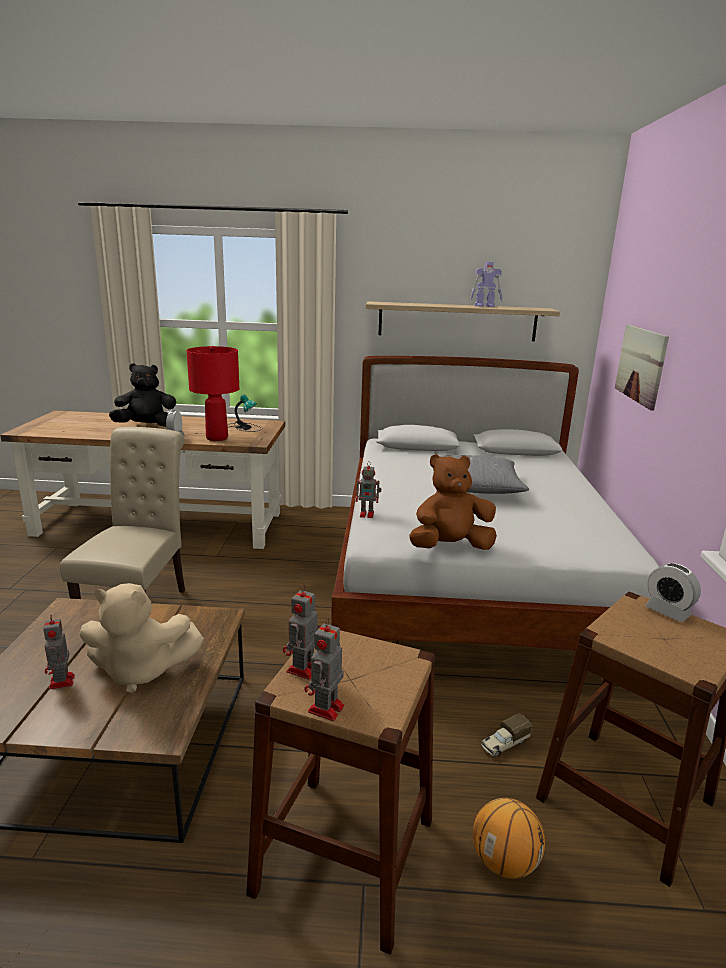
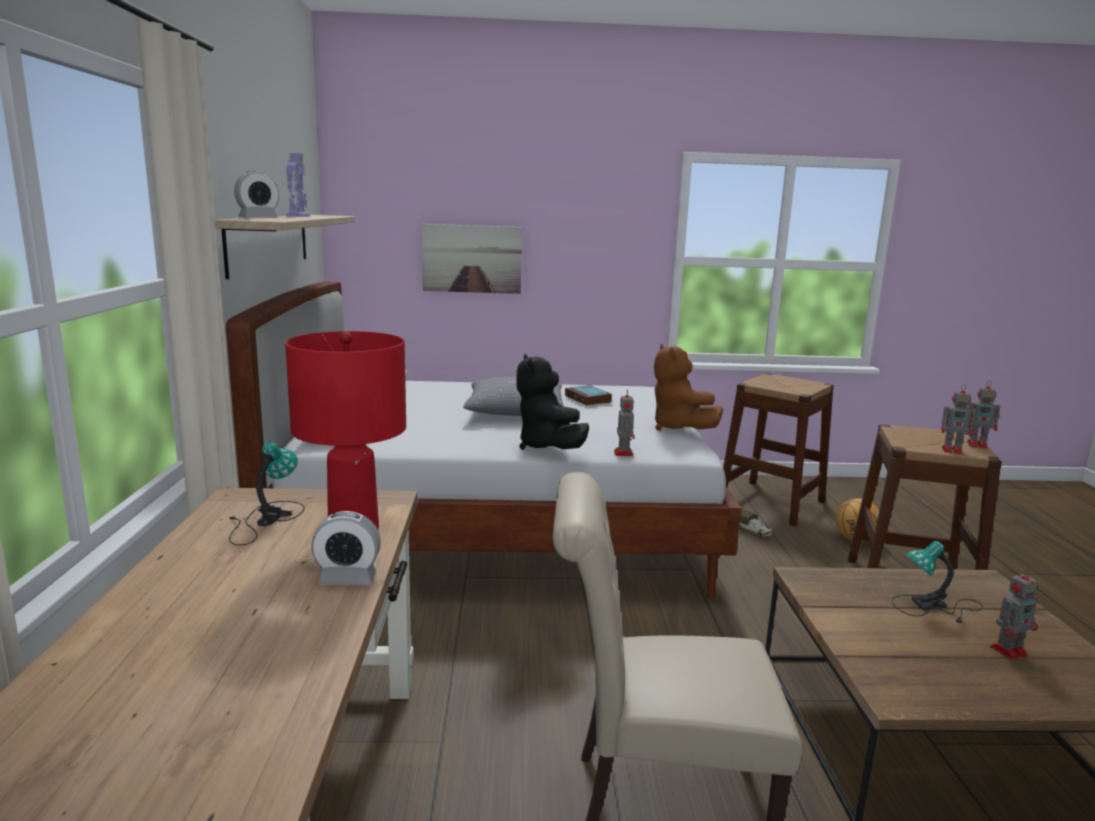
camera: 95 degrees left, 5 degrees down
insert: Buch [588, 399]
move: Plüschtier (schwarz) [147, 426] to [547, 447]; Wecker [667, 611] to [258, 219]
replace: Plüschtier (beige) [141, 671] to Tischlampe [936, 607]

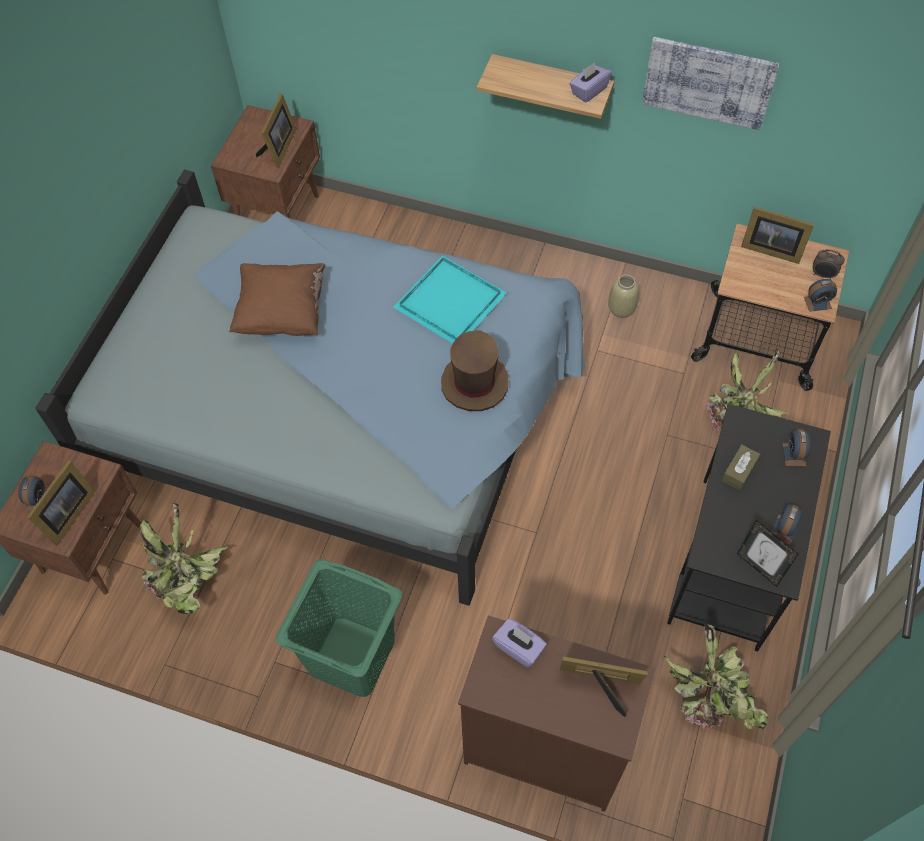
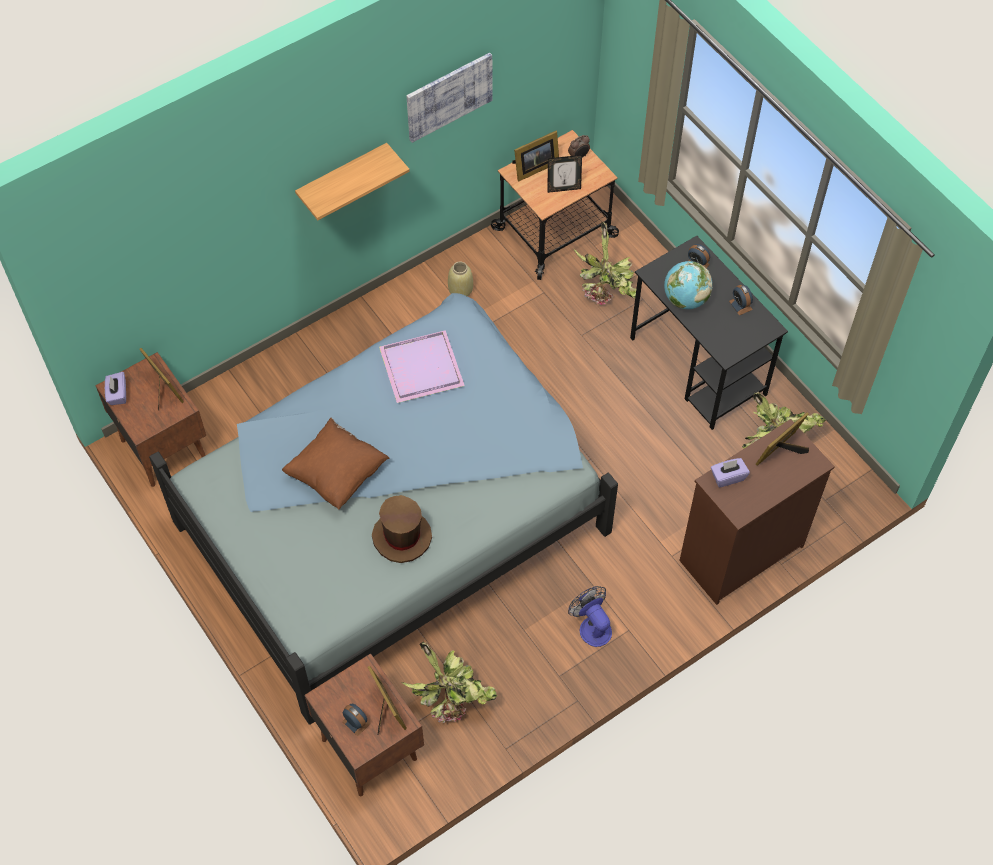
camera: 55 degrees left, 0 degrees up
delete: Wecker [817, 302]
move: Taschentuchbox (lila) [588, 91] to [117, 394]; Hut (braun) [474, 383] to [402, 537]; Bilderrahmen [759, 567] to [563, 188]
replace: Taschentuchbox (braun) [739, 471] to Globus [685, 299]; Wäschekorb (grün) [350, 656] to Ventilator [592, 626]
recolor: Tablett (türkis) [449, 300] to Tablett (lila) [420, 367]

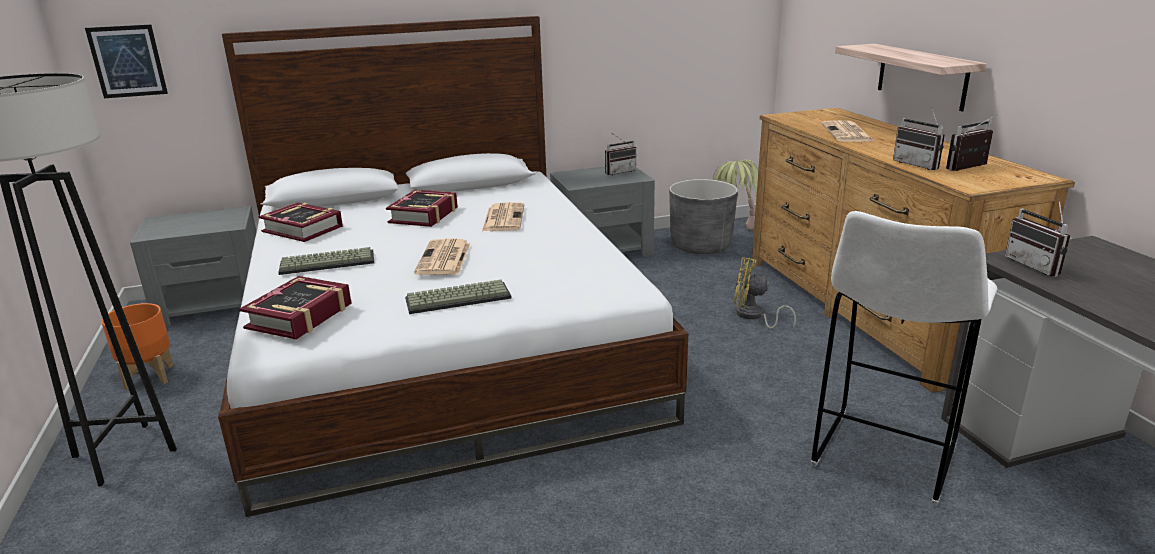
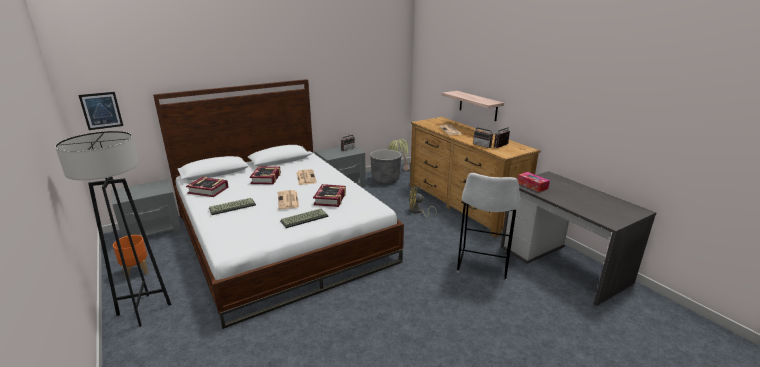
camera: 15 degrees left, 0 degrees up
move: Buch [300, 316] to [330, 199]
replace: Radio [1037, 266] to Taschentuchbox [532, 185]

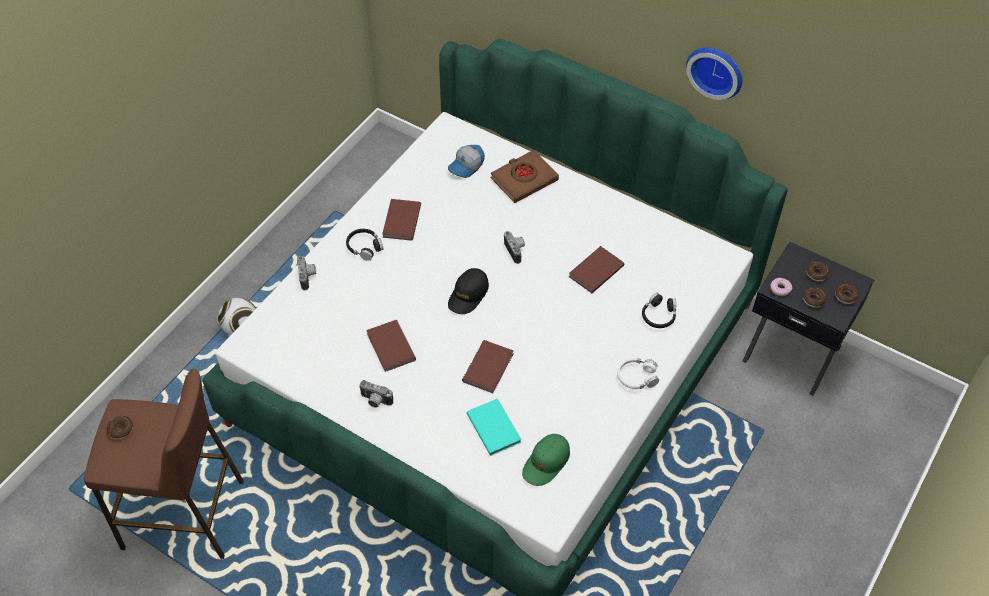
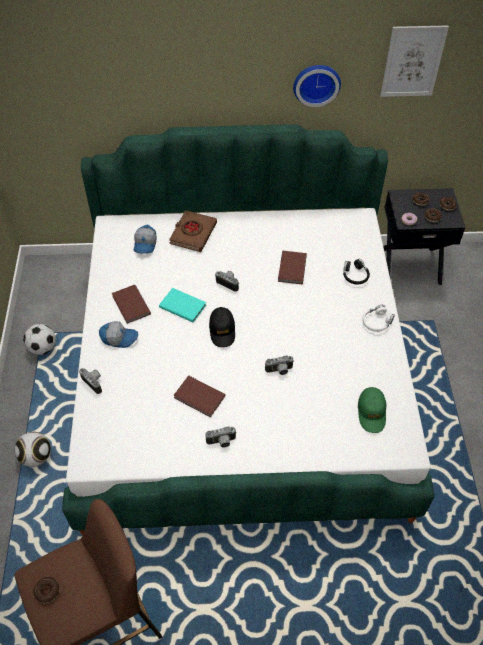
camera: 35 degrees left, 0 degrees up
insert: Bild [412, 61]; Fußball [43, 348]
move: Buch (türkis) [494, 427] to [182, 305]
replace: Kopfhörer (schwarz) [364, 247] to Kappe [119, 337]; Buch (braun) [489, 367] to Kamera [279, 371]

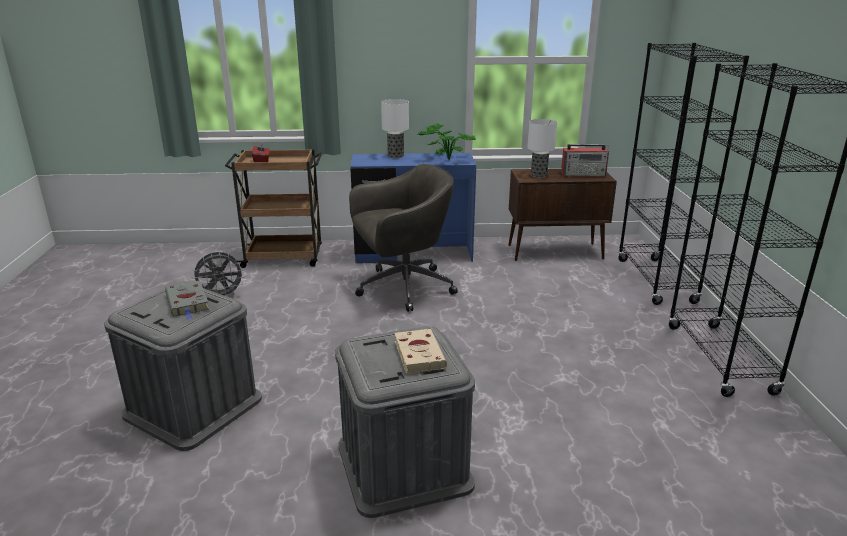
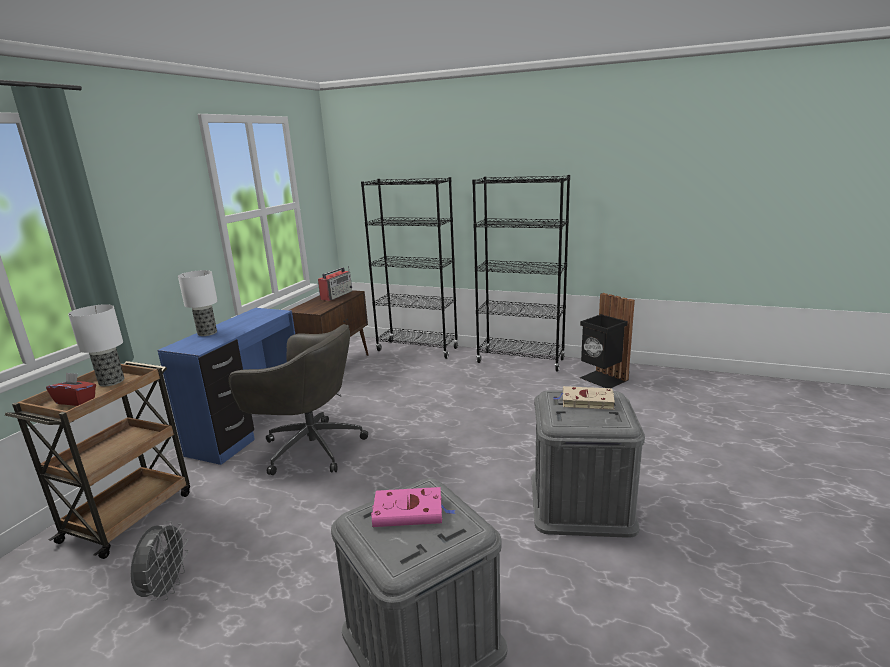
camera: 65 degrees left, 5 degrees down
delete: Topfpflanze [446, 159]
insert: Mülleimer (schwarz) [602, 379]
move: Tischlampe [539, 175] to [112, 381]
recolor: Buch (grau) [188, 303] to Buch (rosa) [410, 511]
rotate: Bürostuhl (grau) [402, 288] = [310, 447] 105 degrees clockwise

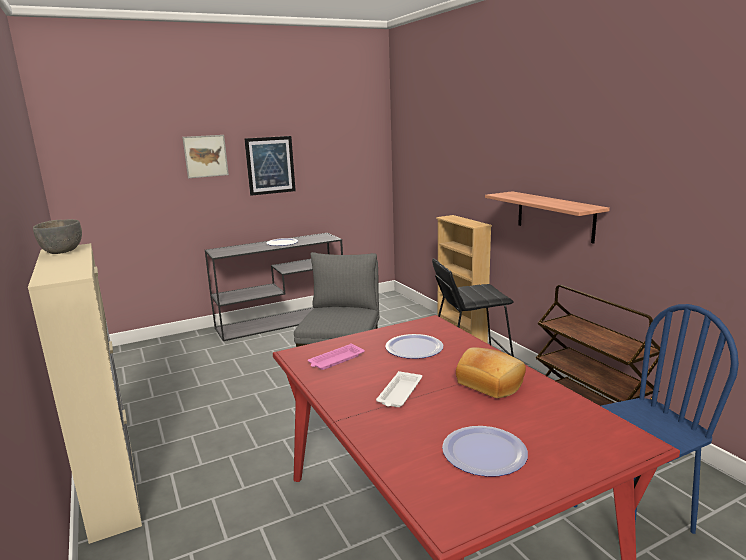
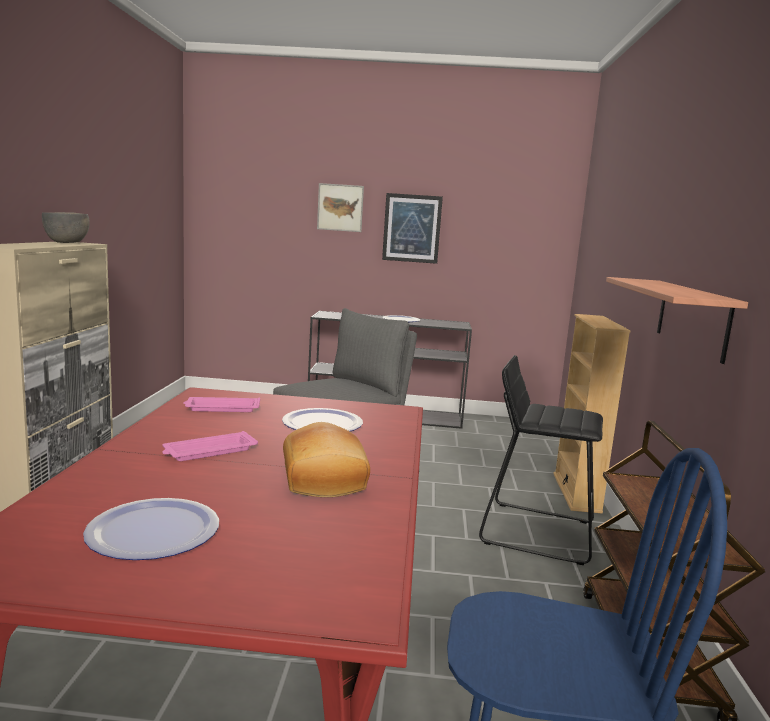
camera: 30 degrees right, 5 degrees down
recolor: Tablett (weiß) [399, 393] to Tablett (rosa) [209, 451]

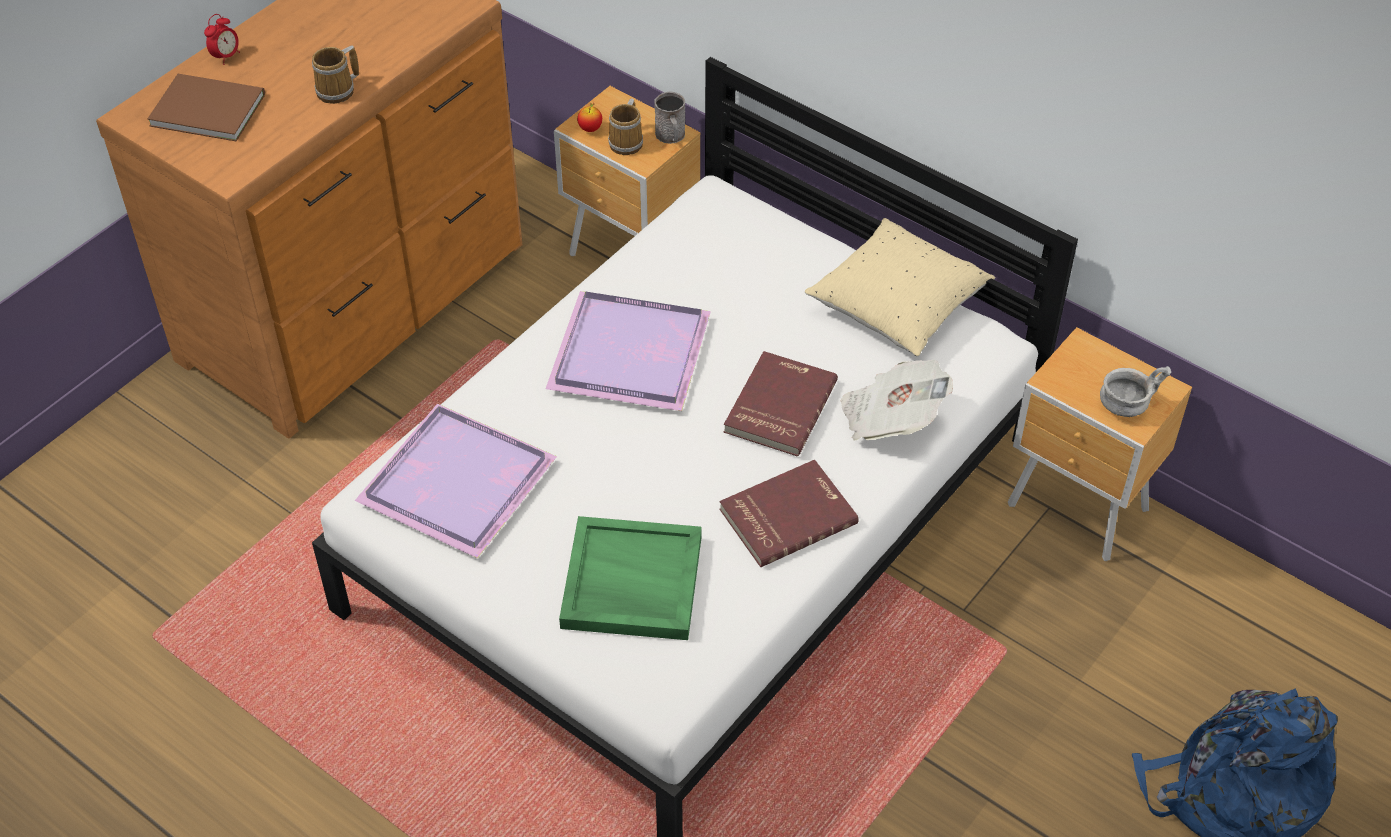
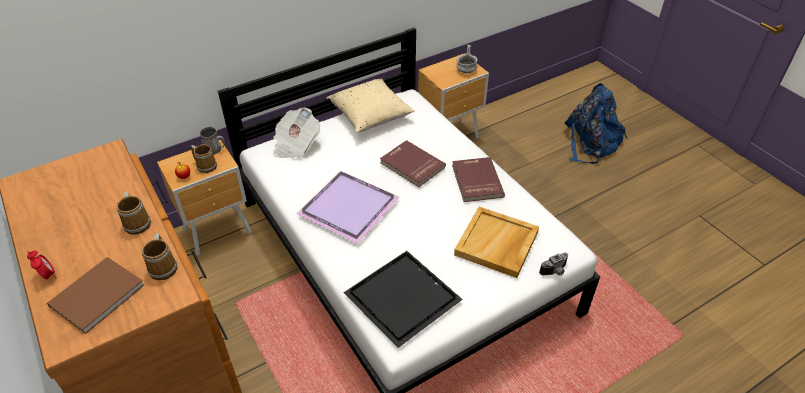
camera: 70 degrees left, 5 degrees down
insert: Henkelbecher [164, 267]; Kamera [555, 271]
move: Zeitung [891, 418] to [295, 145]
recolor: Tablett (lila) [458, 485] to Tablett (schwarz) [405, 298]; Tablett (grün) [630, 583] to Tablett (beige) [497, 244]

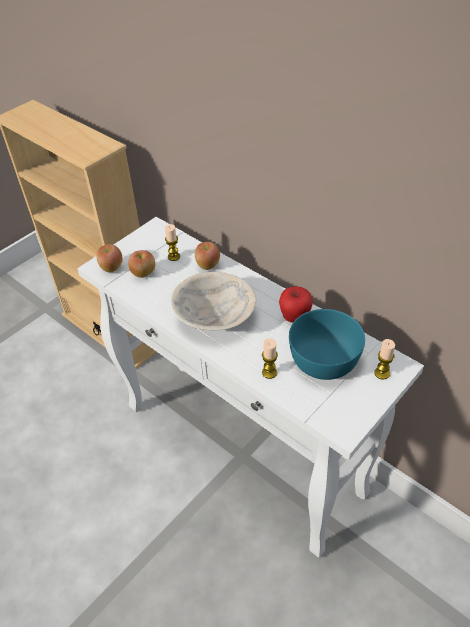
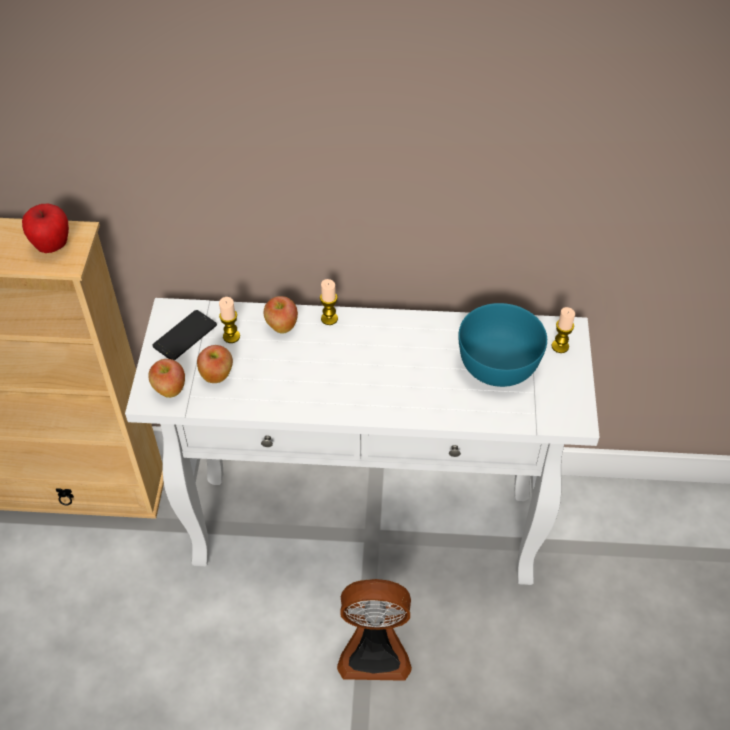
camera: 40 degrees left, 5 degrees up
delete: Schüssel (beige) [214, 316]
insert: Handy [185, 336]; Ventilator [374, 650]
move: Apfel [295, 317] to [52, 246]; Kerze [269, 372] to [329, 318]

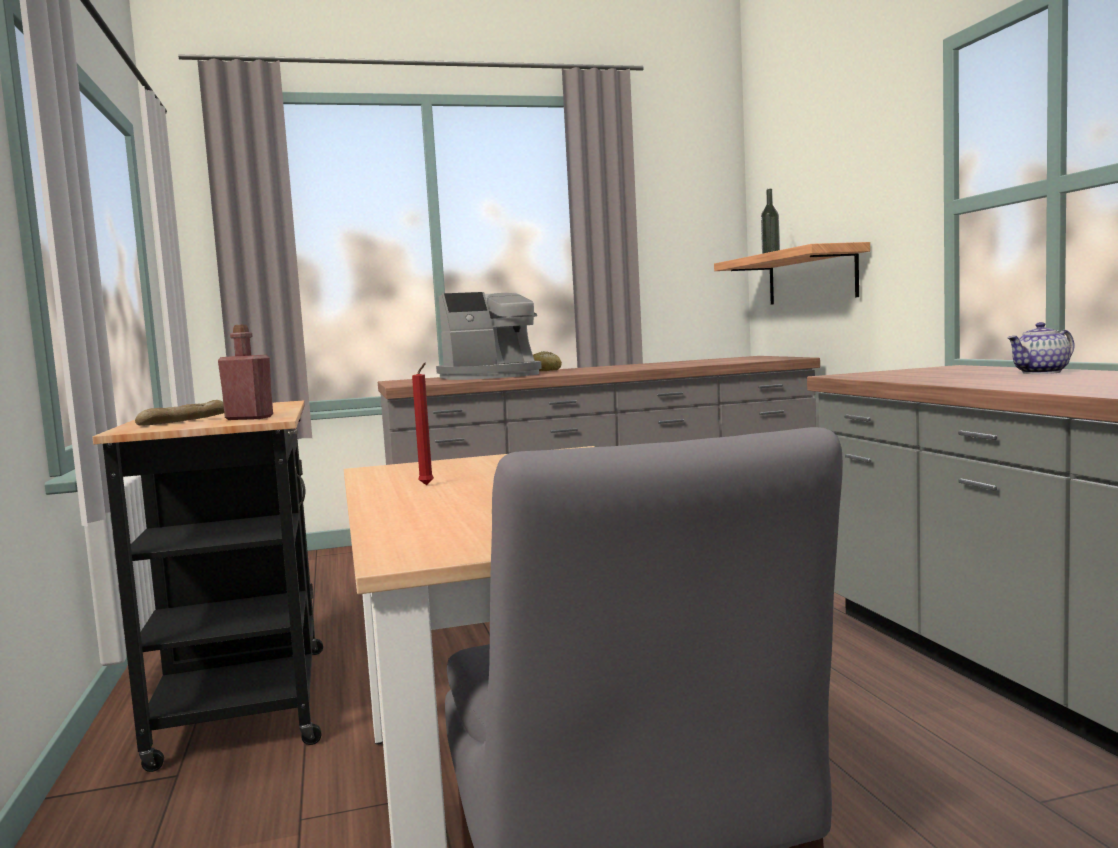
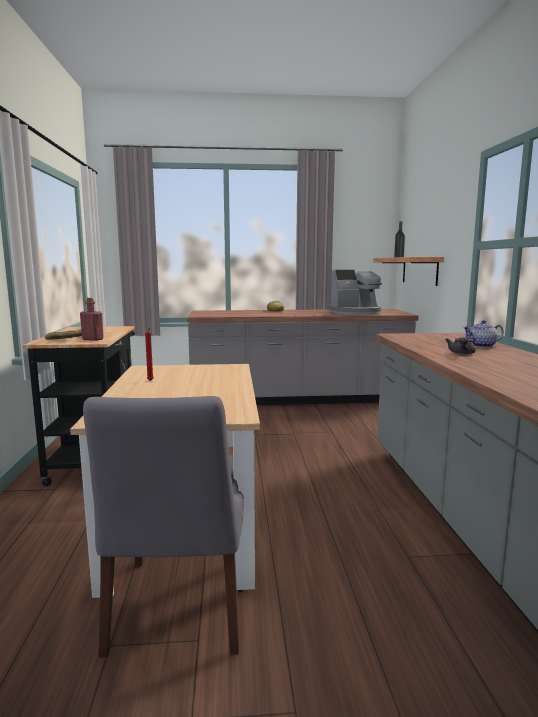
camera: 10 degrees right, 5 degrees up
insert: Teekanne (grau) [461, 353]
move: Kaffeemaschine [492, 376] to [355, 312]

